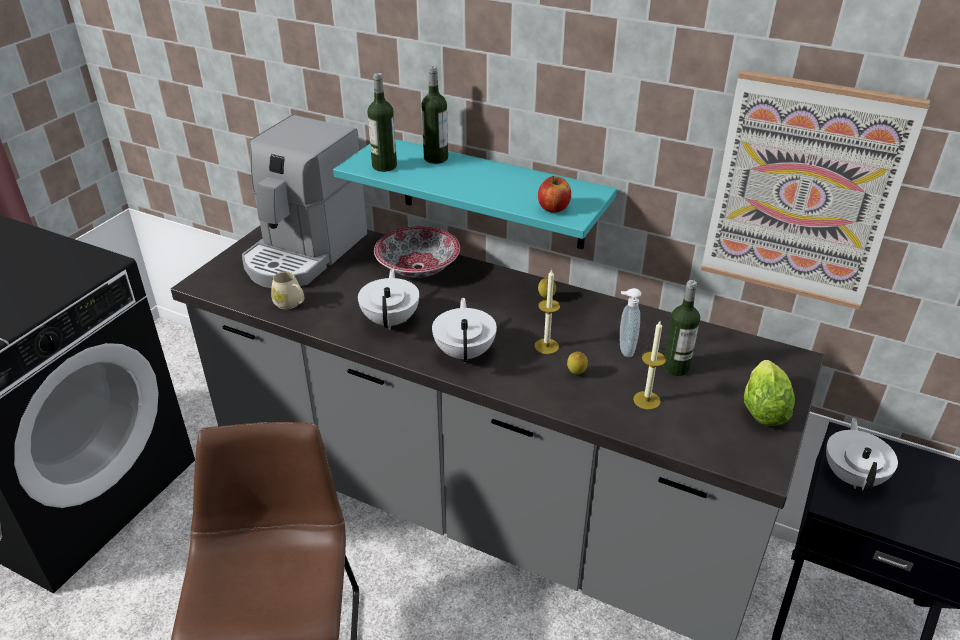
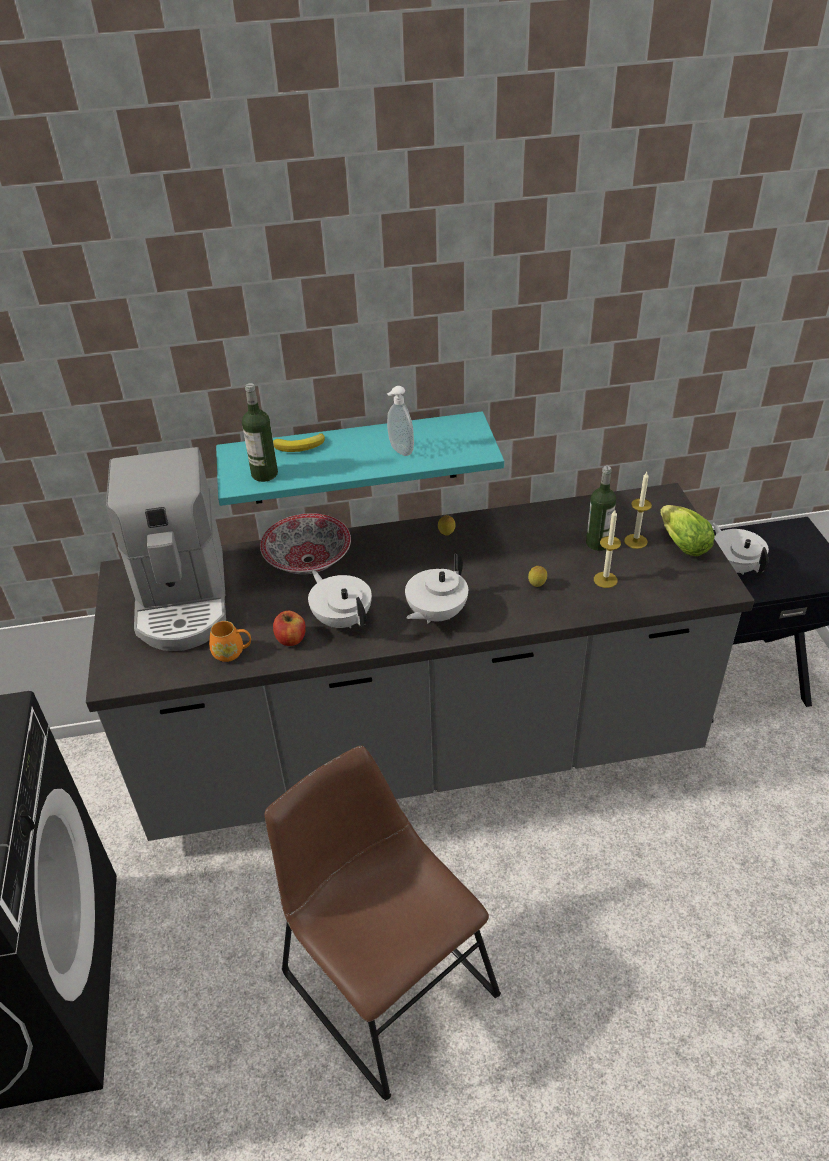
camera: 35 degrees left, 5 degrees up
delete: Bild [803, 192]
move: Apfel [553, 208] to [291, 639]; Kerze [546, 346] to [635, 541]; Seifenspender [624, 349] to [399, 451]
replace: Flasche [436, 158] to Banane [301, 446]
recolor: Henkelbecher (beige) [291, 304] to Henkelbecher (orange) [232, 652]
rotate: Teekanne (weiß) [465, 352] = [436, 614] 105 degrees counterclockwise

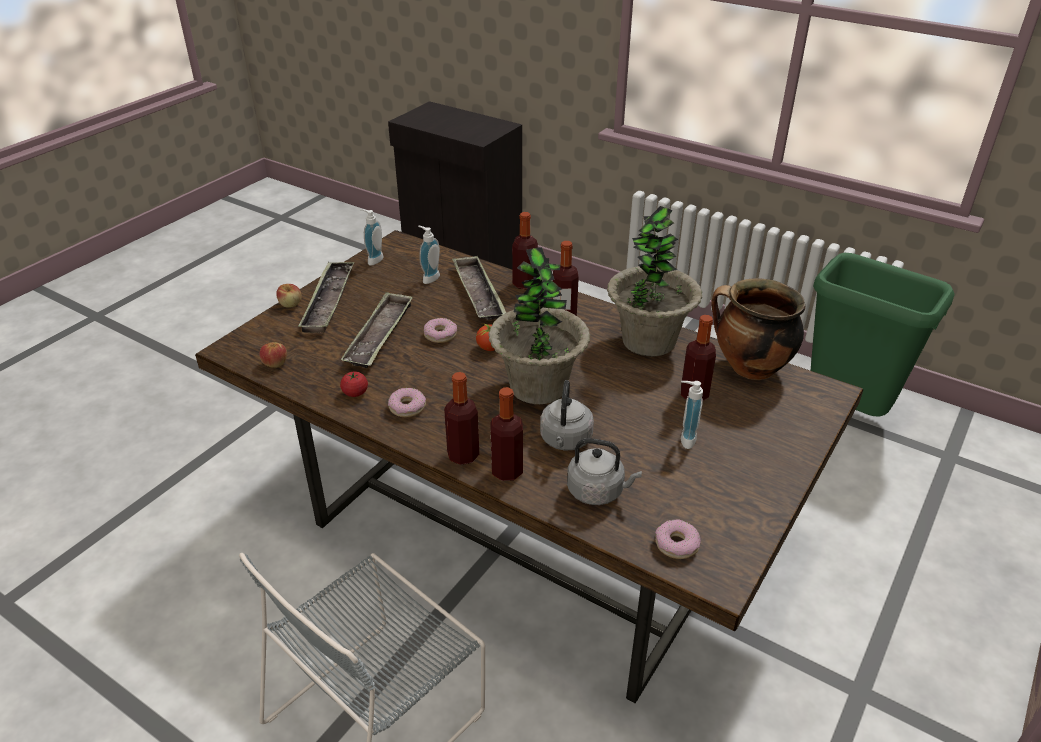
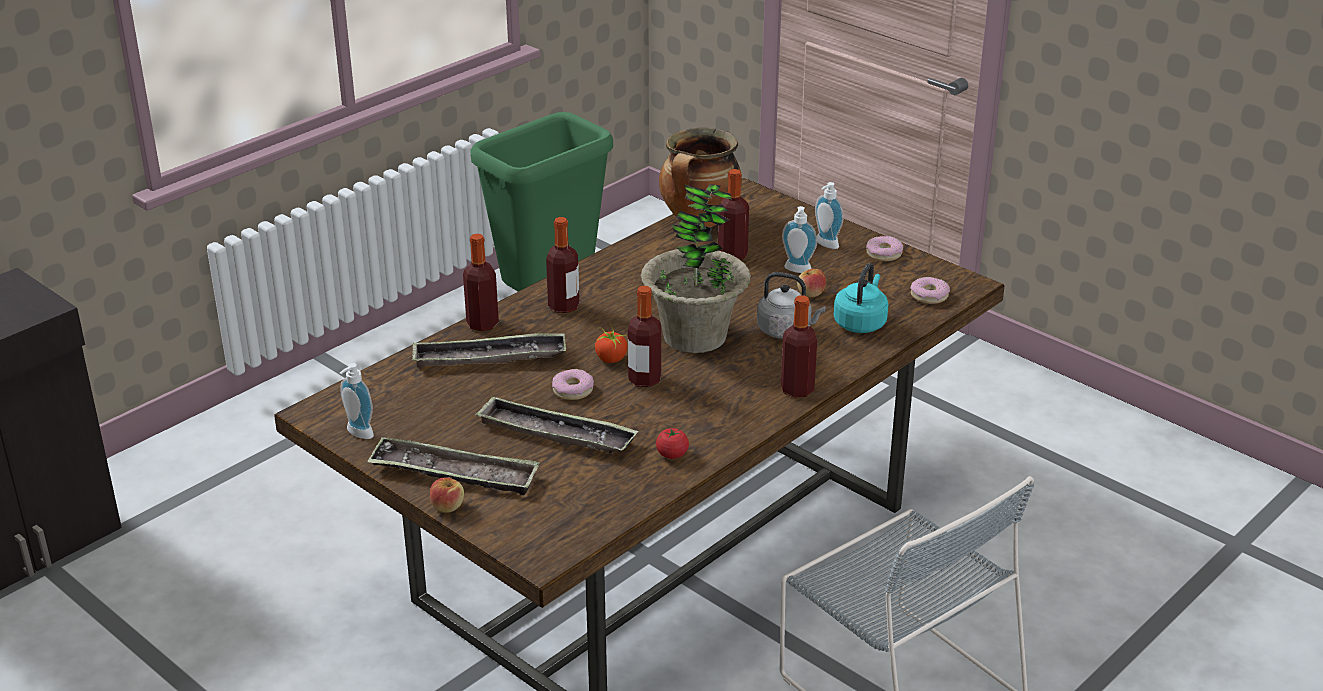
camera: 80 degrees left, 5 degrees down
delete: Topfpflanze [648, 341]
move: Seifenspender [429, 278] to [825, 245]; Apfel [275, 363] to [810, 294]; Flasche [507, 471] to [644, 379]; Donut [407, 407] to [883, 254]
recolor: Wasserkessel (grau) [598, 491] to Wasserkessel (türkis) [860, 323]

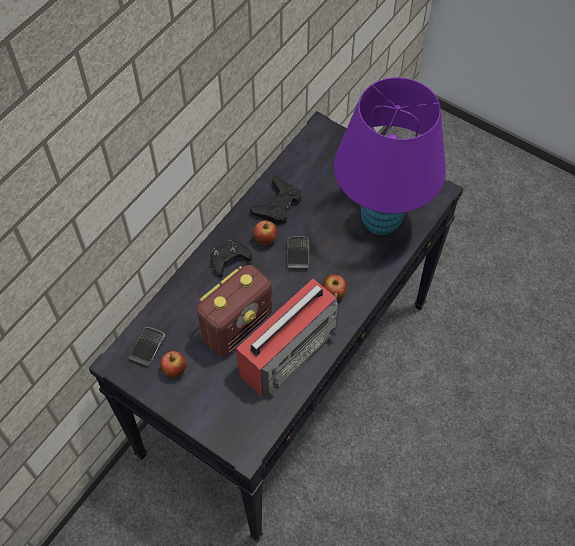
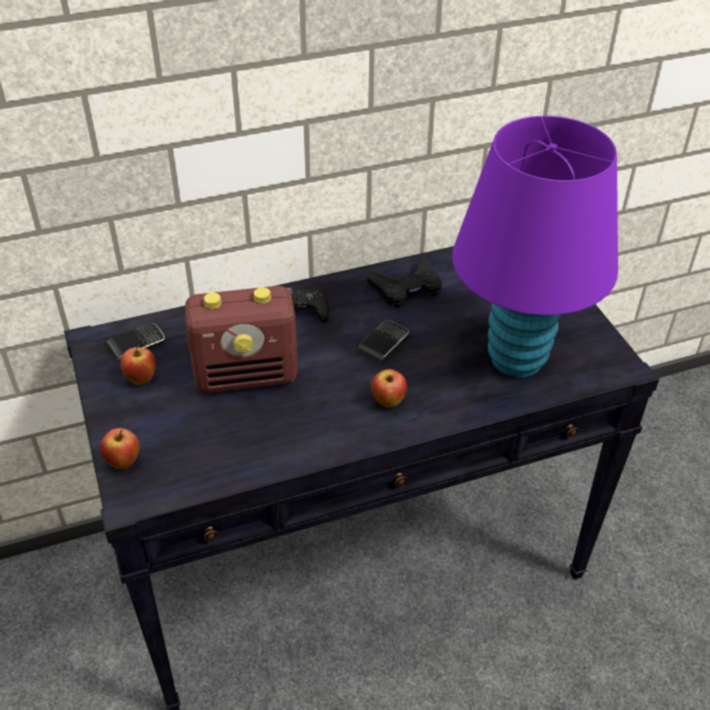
camera: 35 degrees right, 15 degrees down
delete: Radio [289, 351]
move: Apfel [265, 240] to [123, 462]

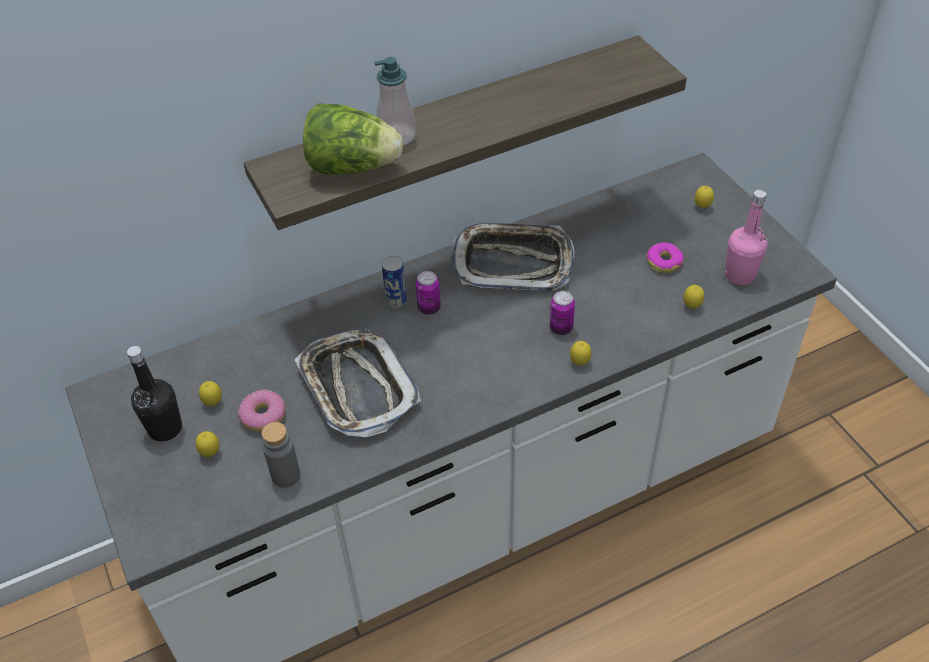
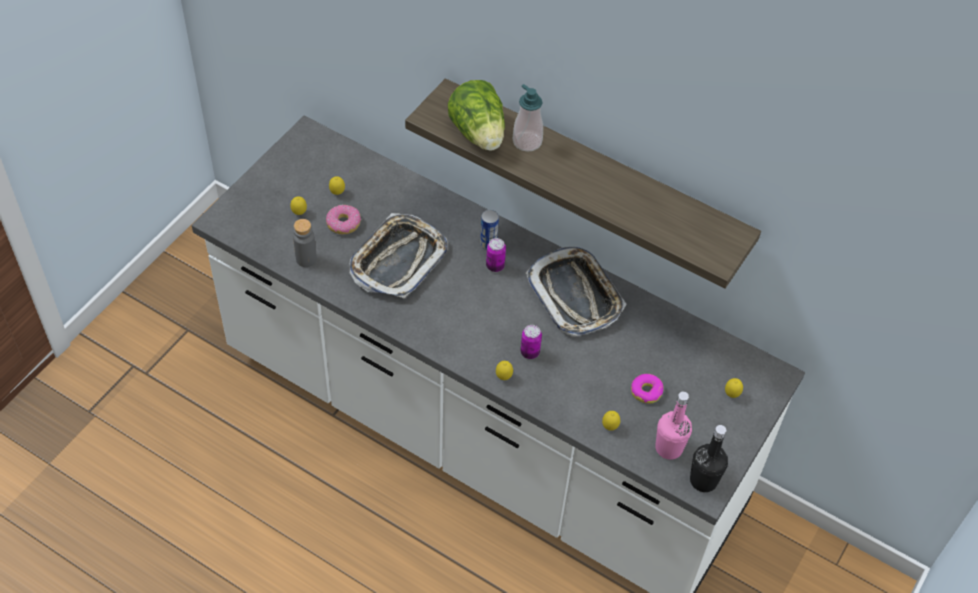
camera: 55 degrees right, 5 degrees up
move: Flasche (schwarz) [165, 428] to [703, 480]

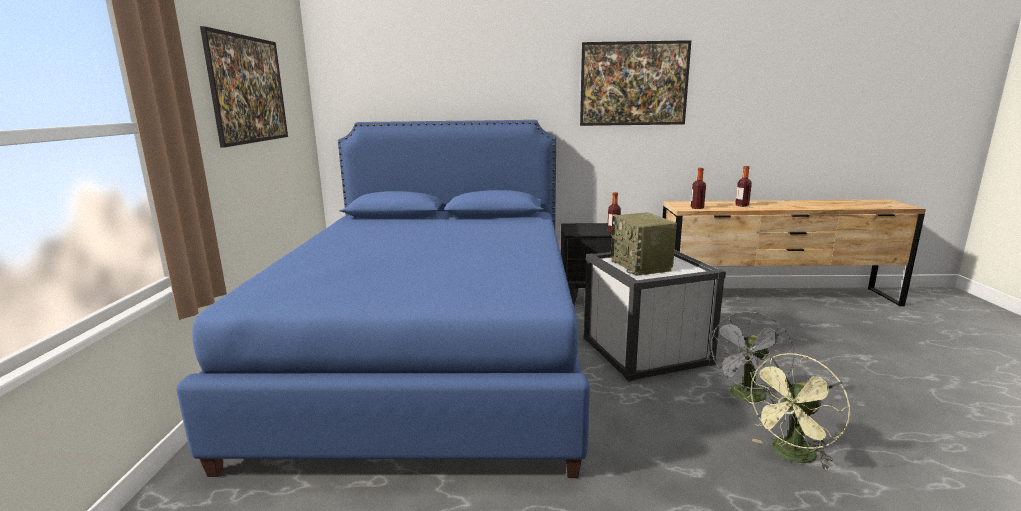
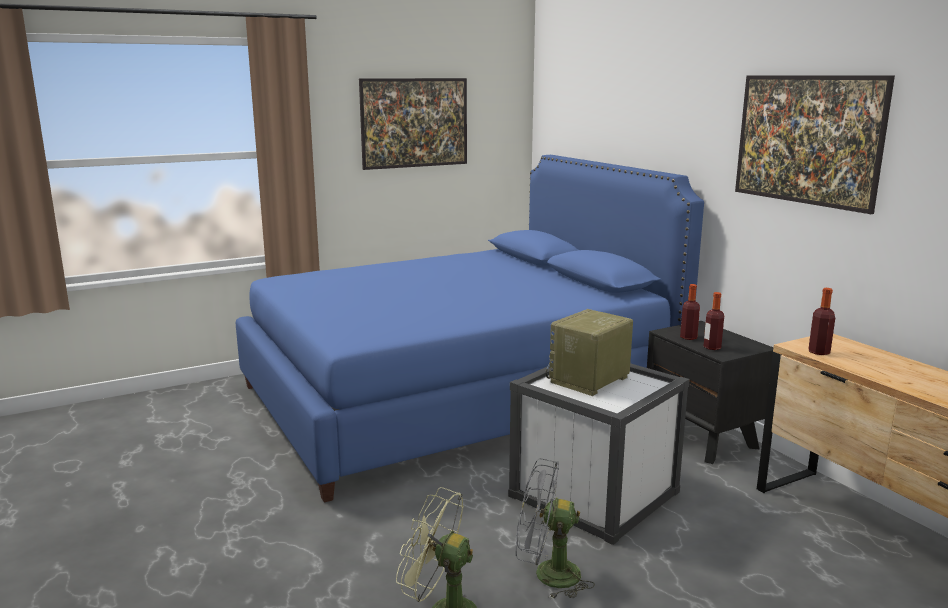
camera: 60 degrees right, 0 degrees up
move: Flasche [742, 205] to [688, 337]

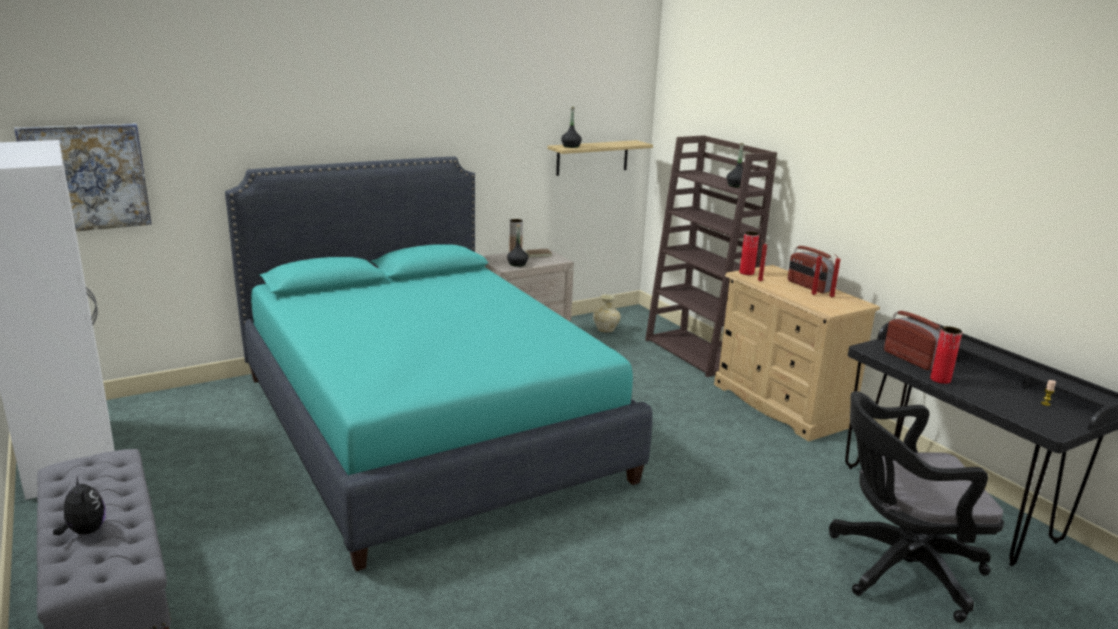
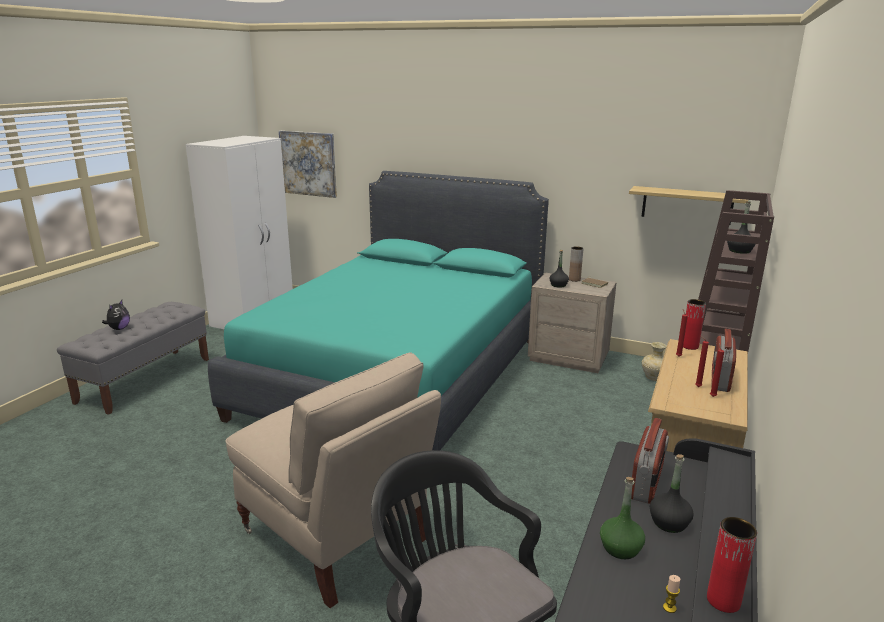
camera: 55 degrees right, 0 degrees up
insert: Stuhl (beige) [336, 536]; Flasche (grün) [620, 548]
move: Flasche (schwarz) [571, 146] to [669, 523]; Vase (rot) [940, 379] to [723, 600]

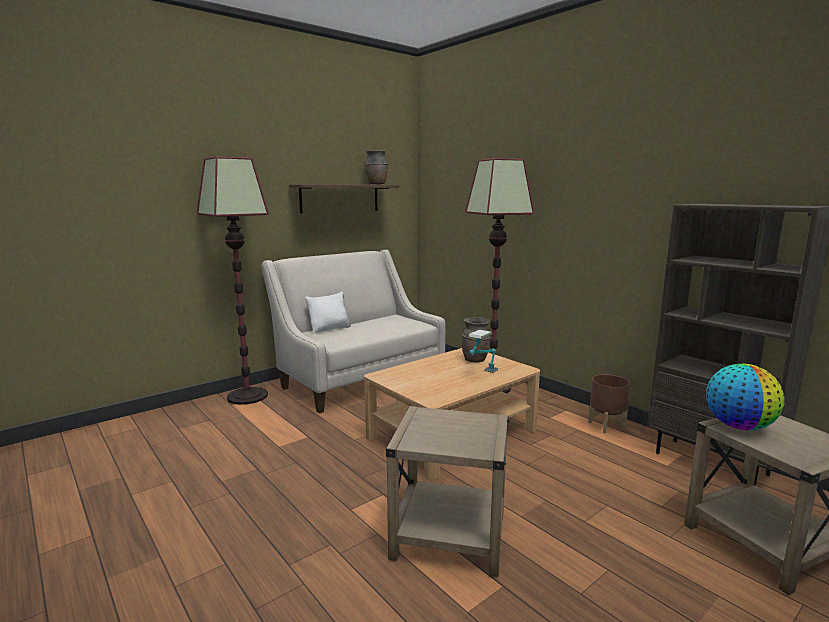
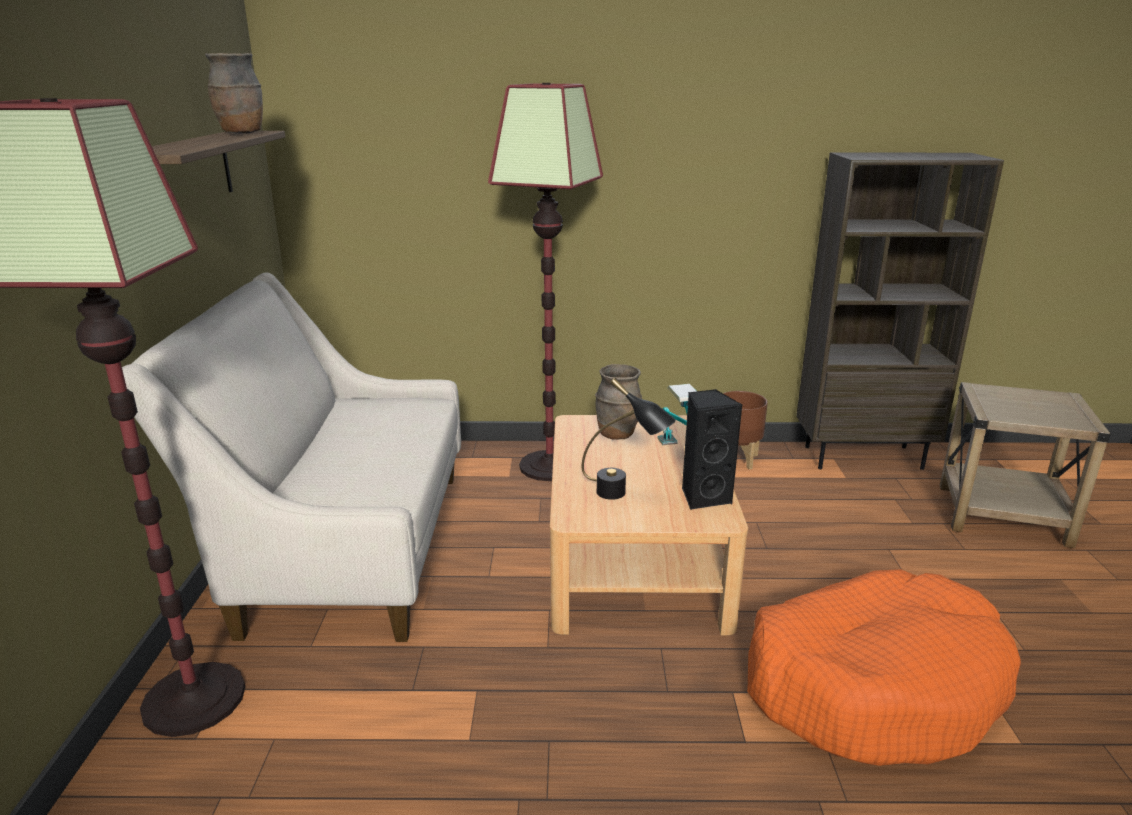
camera: 50 degrees left, 10 degrees up
delete: Kissen (weiß) [329, 329]; Globus [739, 426]
insert: Tischlampe (schwarz) [624, 495]; Lautsprecher (schwarz) [704, 497]
replace: Beistelltisch (beige) [448, 536] to Hundebett (orange) [873, 685]

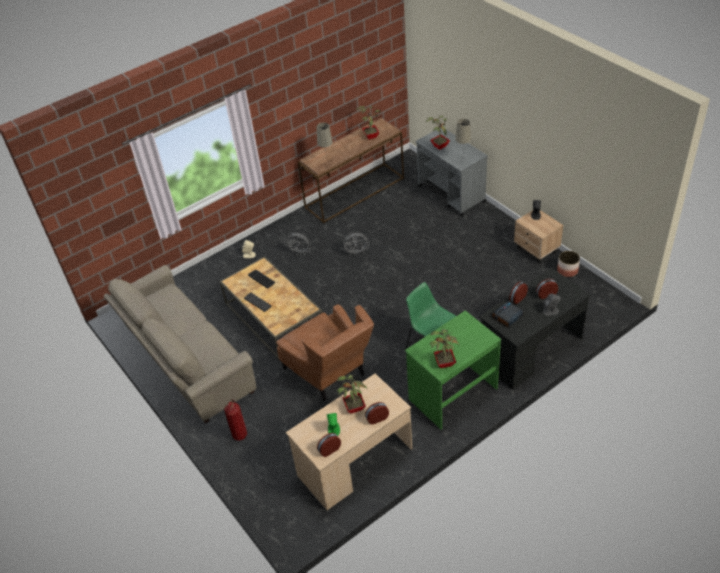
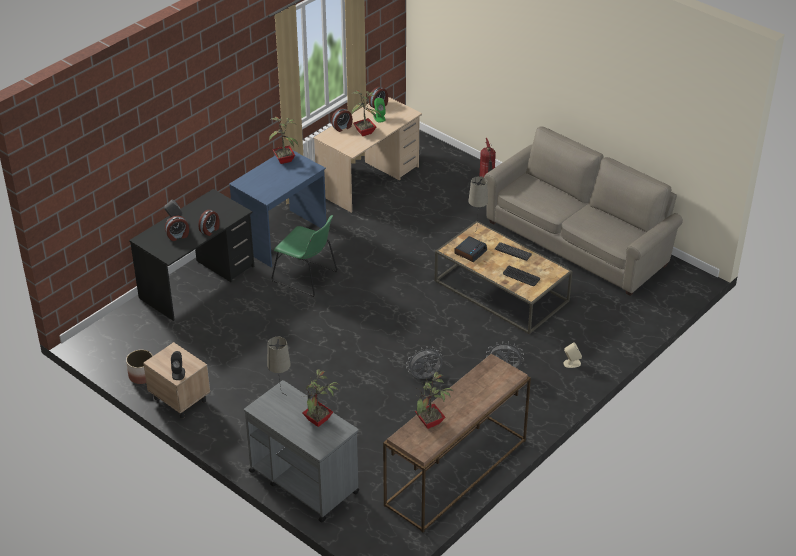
camera: 165 degrees right, 5 degrees down
delete: Sessel (braun) [330, 374]
move: Tischlampe (beige) [327, 165] to [476, 229]; Wecker [507, 316] to [470, 252]
recolor: Schreibtisch (grün) [452, 393] to Schreibtisch (blau) [281, 238]

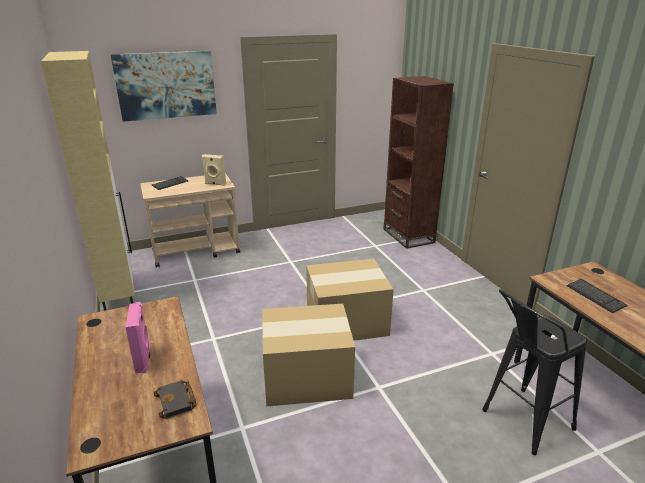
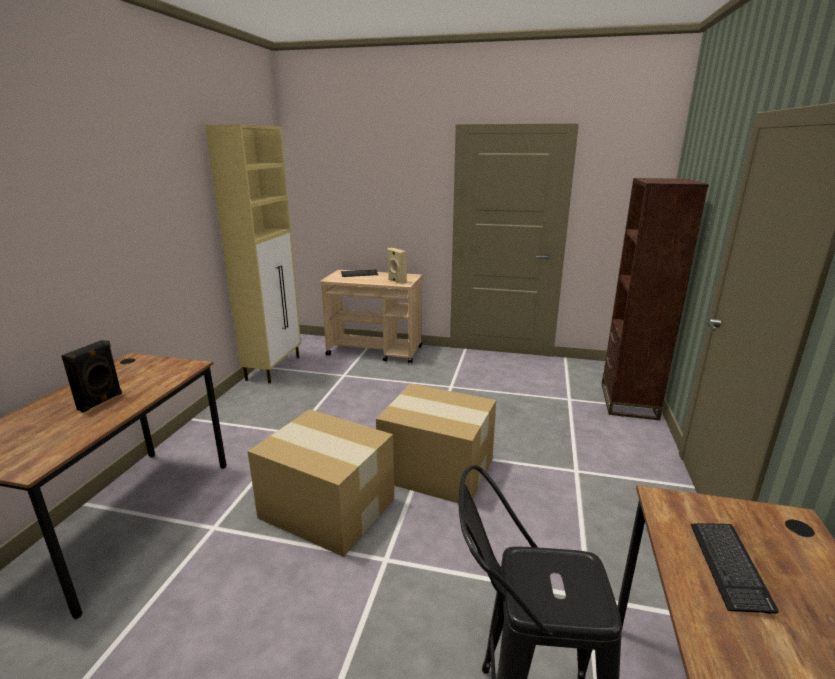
camera: 35 degrees right, 5 degrees down
delete: Bild [166, 85]; Buch (schwarz) [177, 402]
recolor: Lautsprecher (rosa) [144, 359] to Lautsprecher (schwarz) [101, 402]

